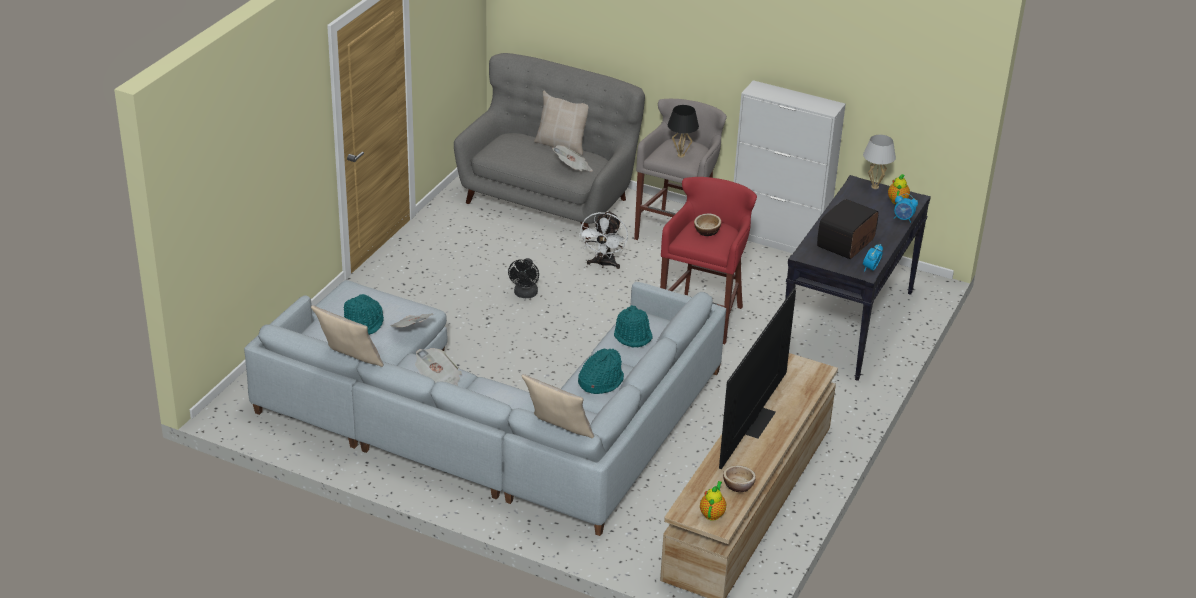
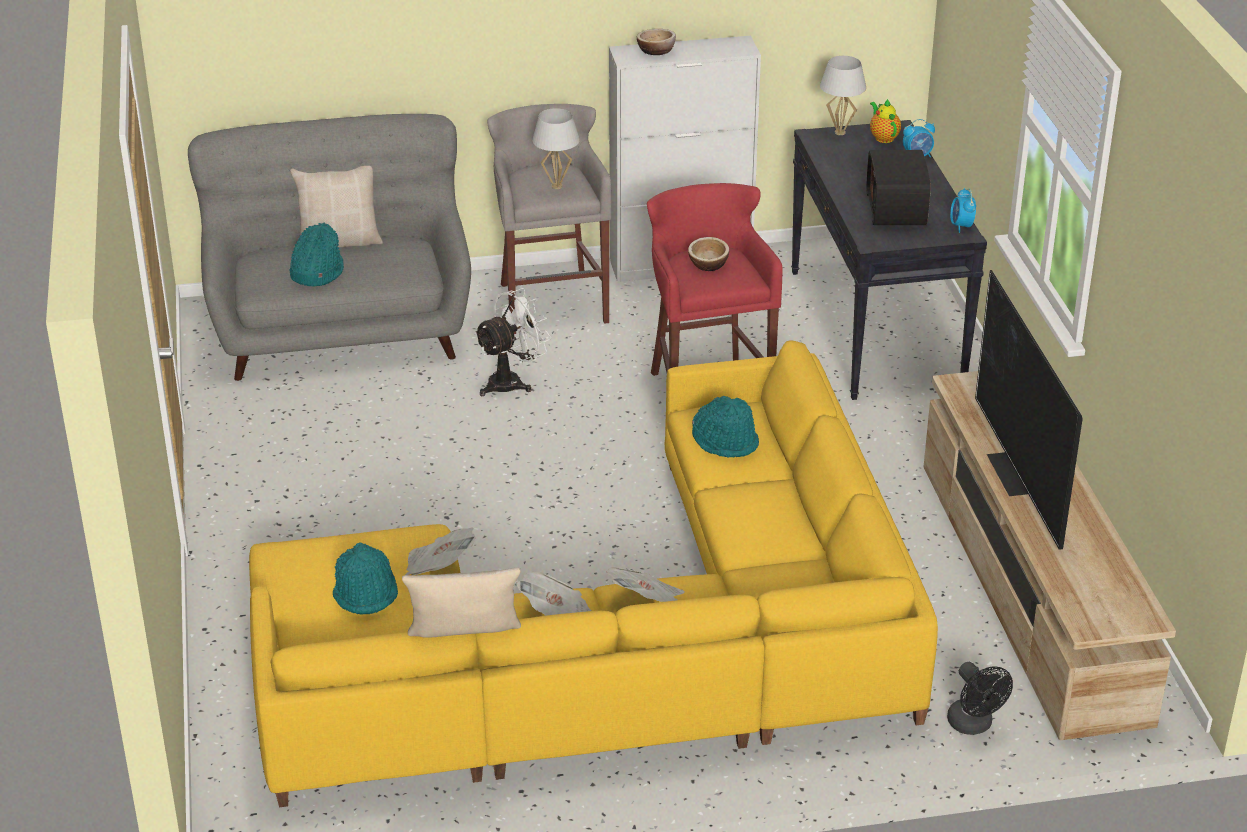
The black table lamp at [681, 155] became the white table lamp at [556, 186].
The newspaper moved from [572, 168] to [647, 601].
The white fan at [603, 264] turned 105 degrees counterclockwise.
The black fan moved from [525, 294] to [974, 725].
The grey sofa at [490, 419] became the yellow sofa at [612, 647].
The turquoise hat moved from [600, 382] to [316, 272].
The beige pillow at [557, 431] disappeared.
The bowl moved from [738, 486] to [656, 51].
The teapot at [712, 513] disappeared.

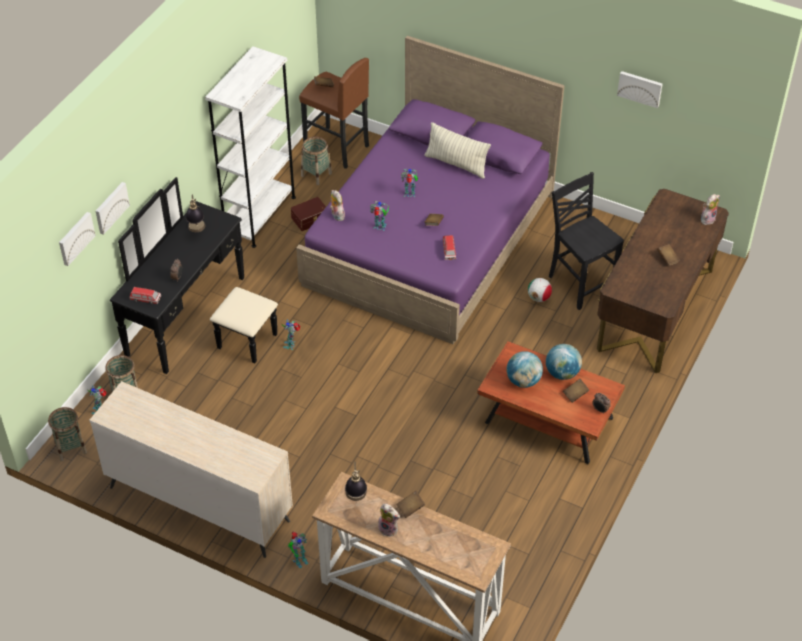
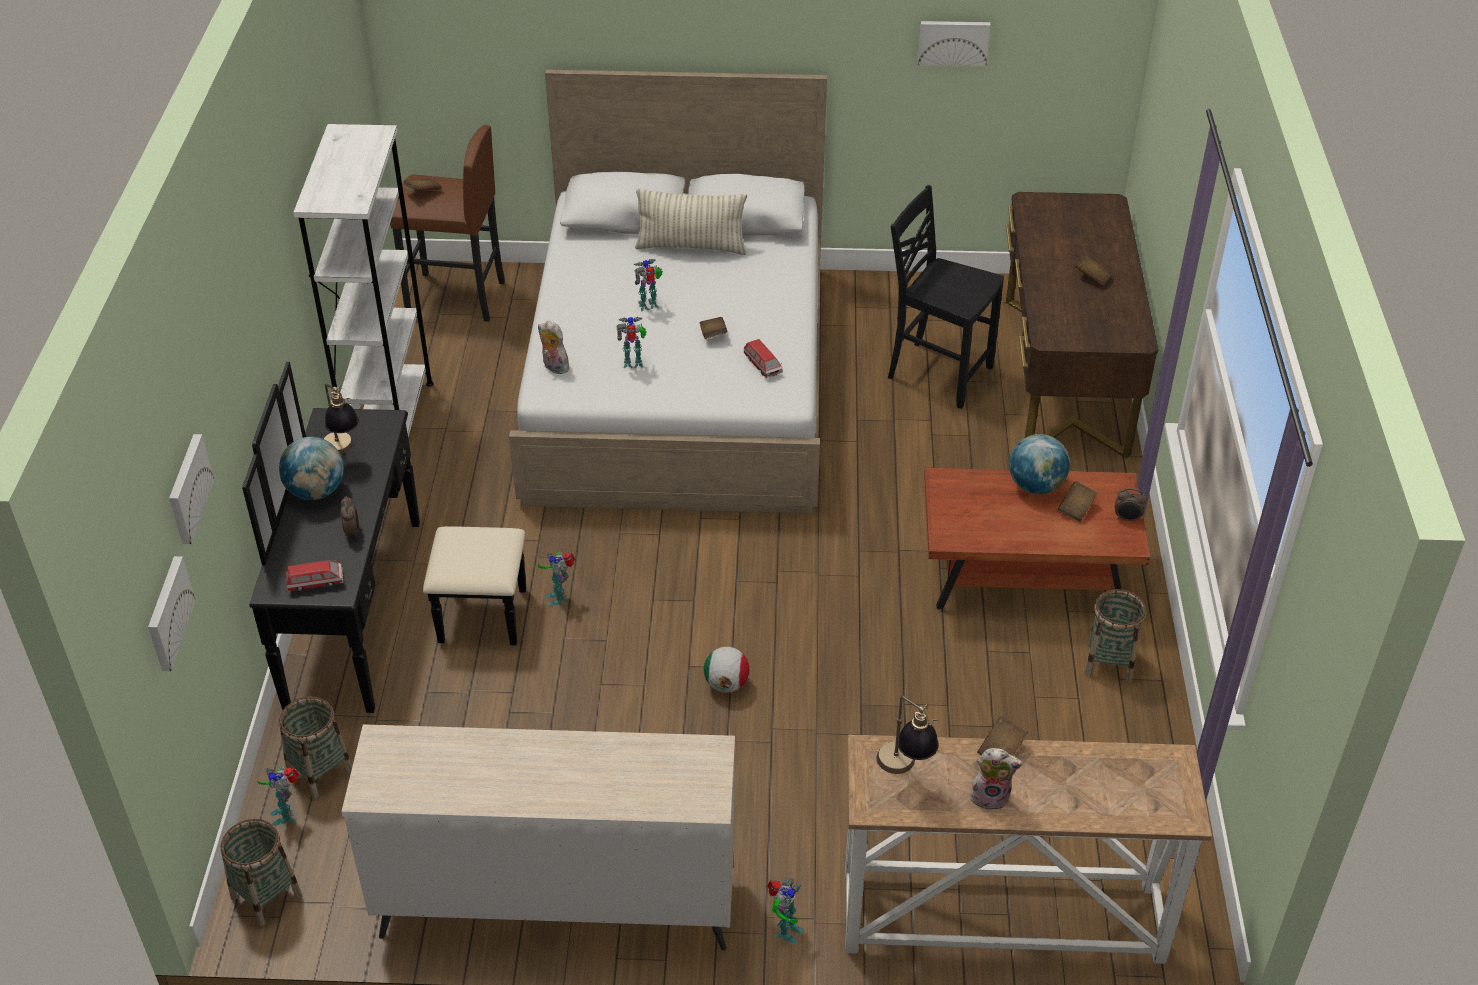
The purple bed at [430, 239] became the white bed at [680, 379].
The basket moved from [316, 174] to [1109, 662].
The picture moved from [111, 207] to [167, 613].
The plush toy at [707, 219] disappeared.
The brown storage box at [310, 219] disappeared.
The football moved from [539, 298] to [726, 684].
The globe moved from [523, 381] to [316, 491].

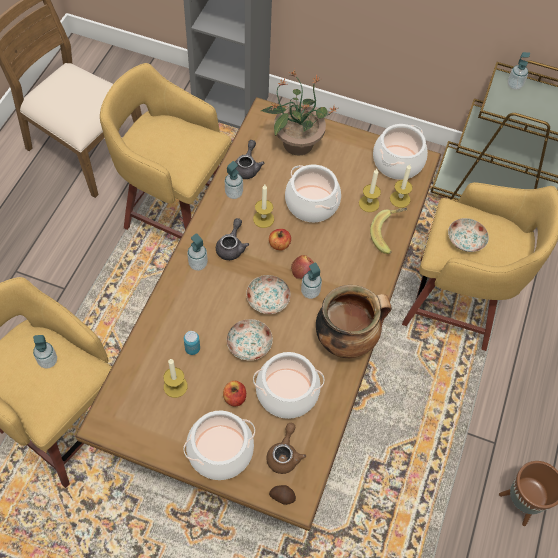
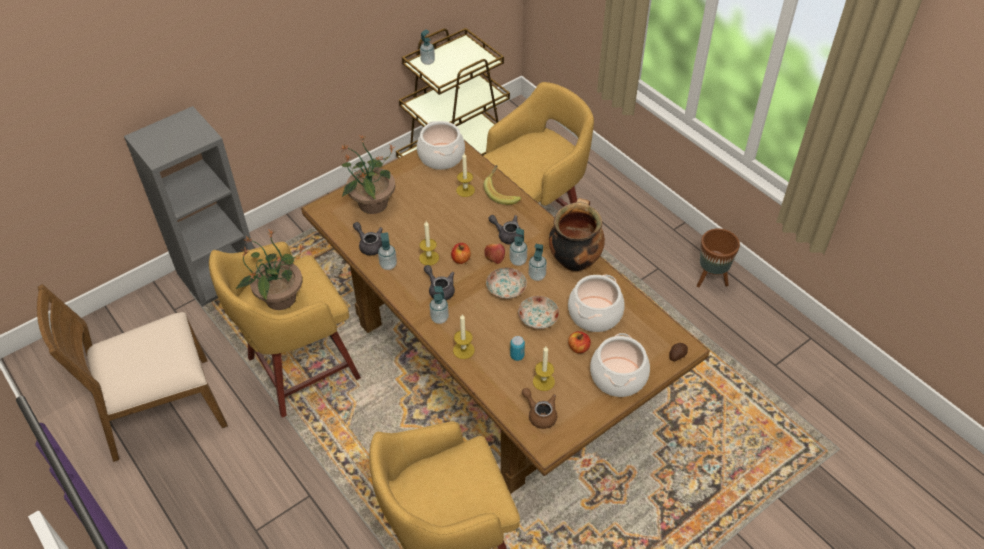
The candle moved from [400, 199] to [463, 350].
The cooking pot at [311, 203] disappeared.
The plate at [465, 240] disappeared.
The soap dispenser moved from [48, 361] to [537, 276].
The brown teapot moved from [284, 454] to [540, 414].
The grey teapot at [507, 235] appeared.
The potted plant at [279, 298] appeared.

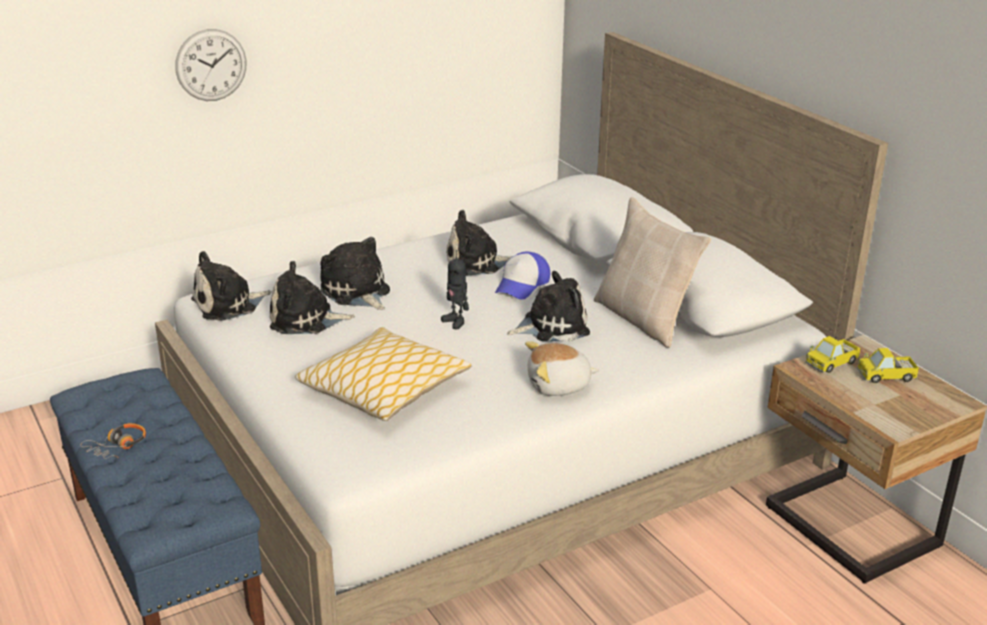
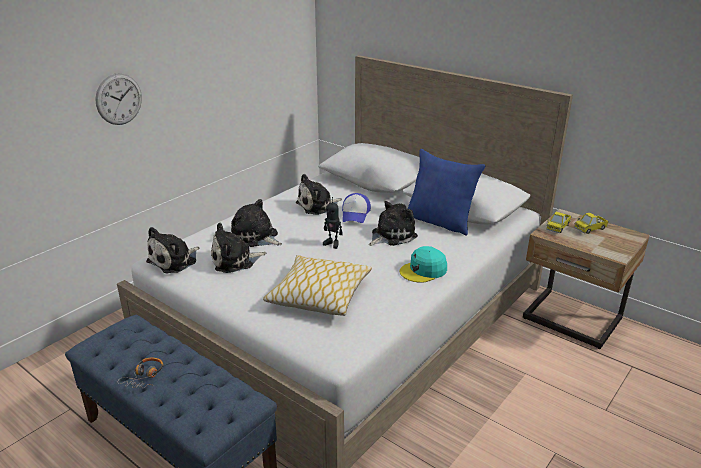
The beige pillow at [644, 319] became the blue pillow at [440, 221].
The plush toy at [559, 386] was replaced by the turquoise cap at [423, 270].

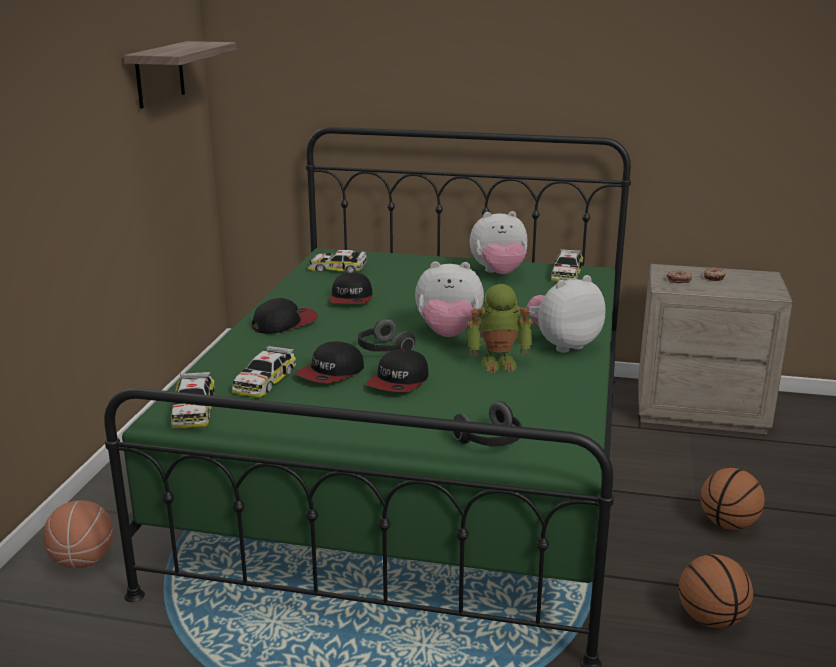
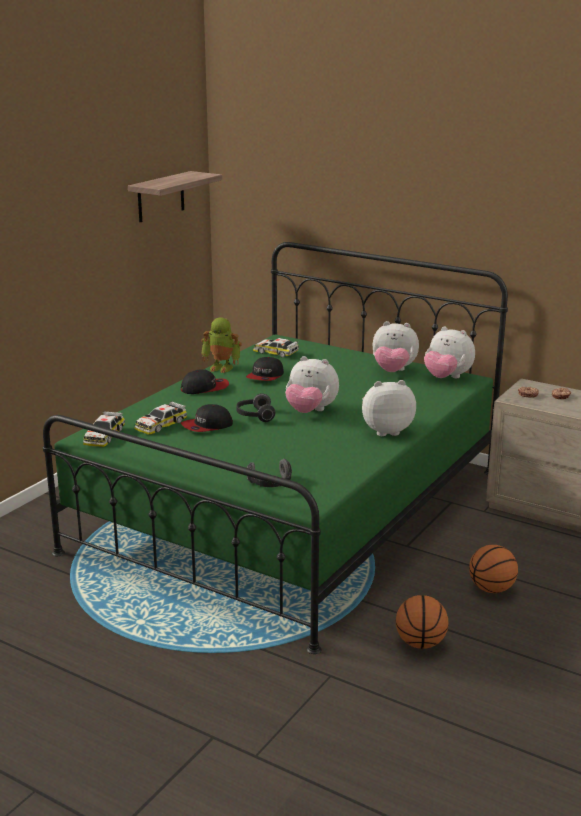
The toy car at [566, 273] was replaced by the plush toy at [447, 378].
The toy robot moved from [499, 363] to [222, 367].
The cap at [399, 382] disappeared.
The basketball at [82, 561] disappeared.

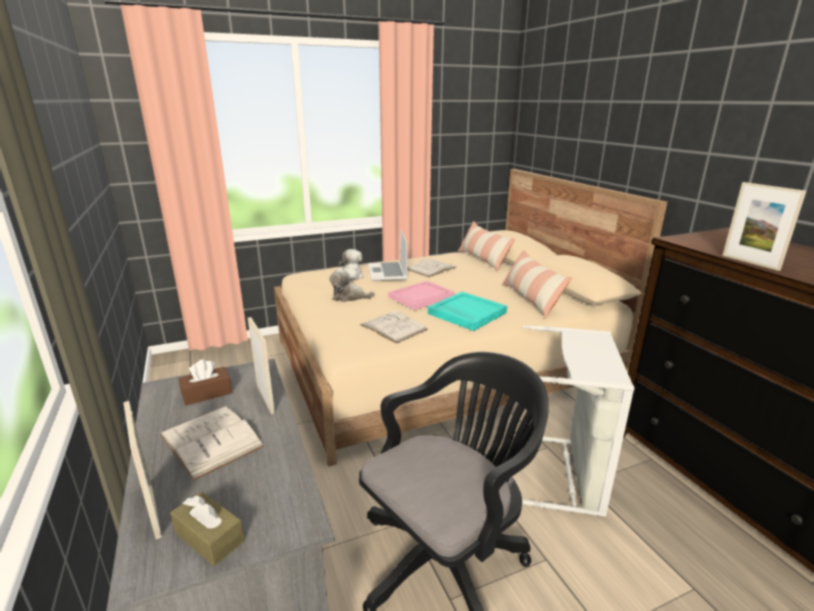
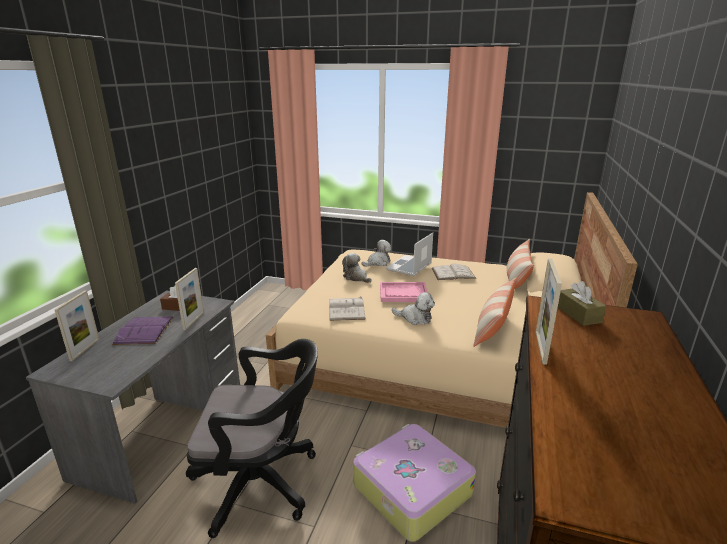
The turquoise tray at [466, 313] was replaced by the plush toy at [415, 318].
The grey laundry basket at [567, 474] was replaced by the suitcase at [410, 488].
The white book at [211, 440] became the purple book at [144, 330].
The brown tissue box moved from [209, 537] to [578, 314].

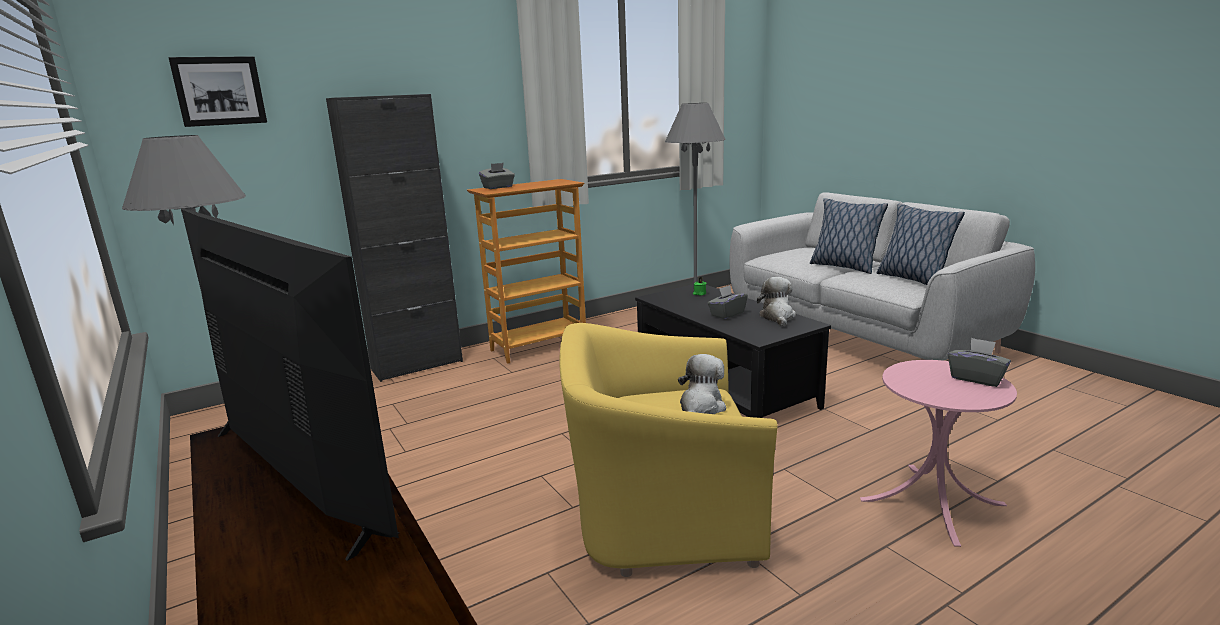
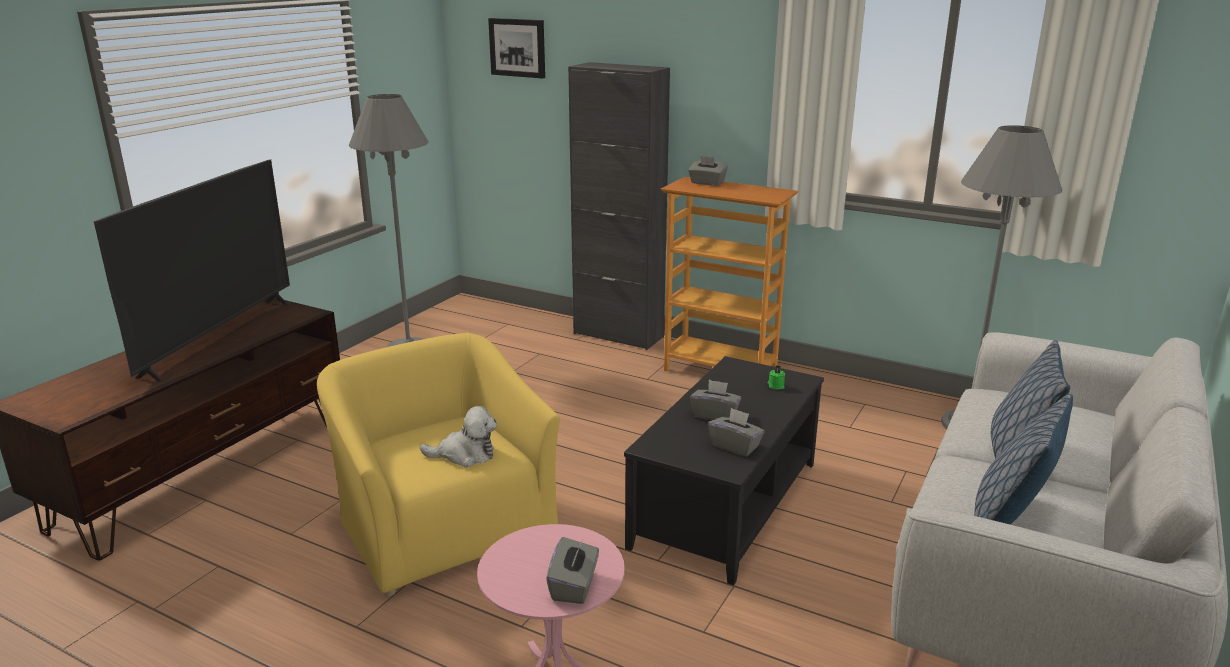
The plush toy at [777, 317] was replaced by the grey tissue box at [735, 446].

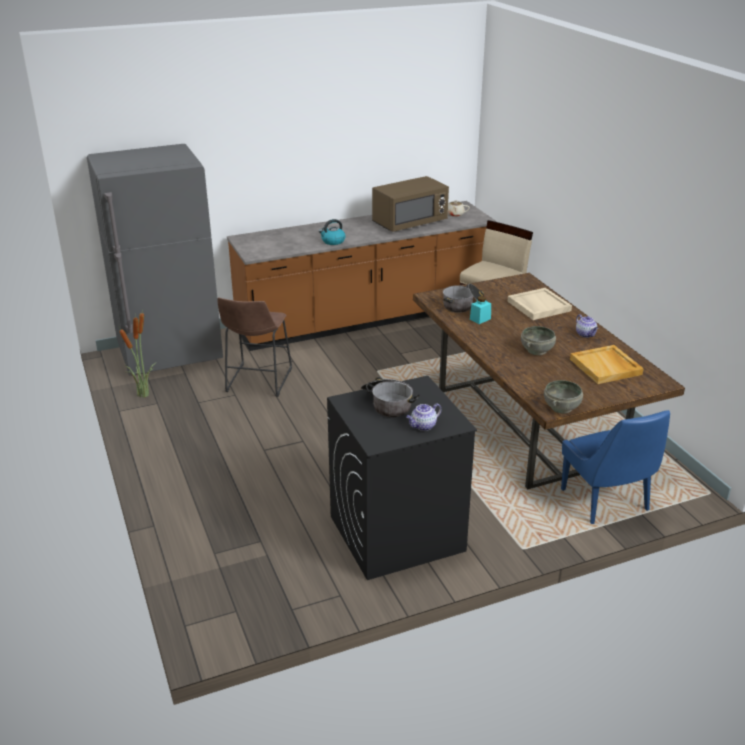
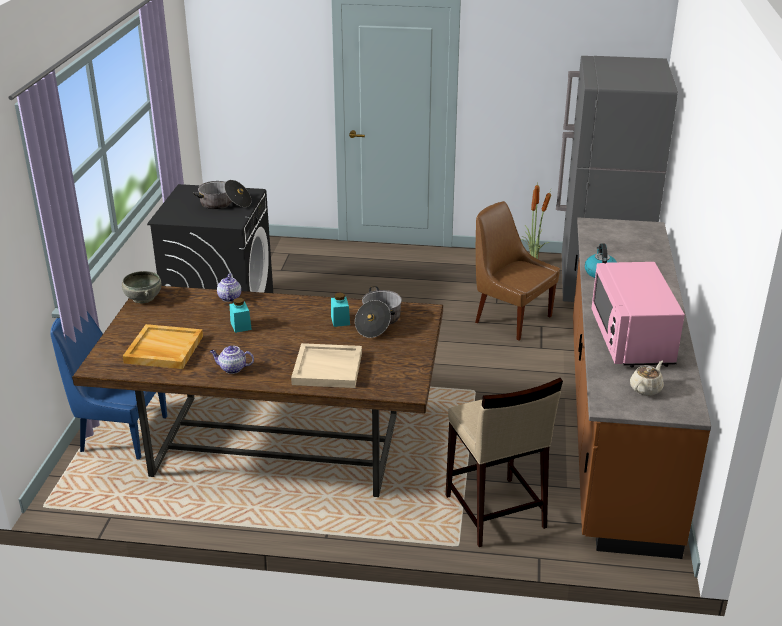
The brown microwave at [409, 223] became the pink microwave at [632, 340].
The brown stool at [257, 382] was replaced by the brown chair at [510, 318].
The grey bowl at [537, 350] was replaced by the turquoise jar at [241, 326].
The teapot moved from [423, 426] to [229, 297].

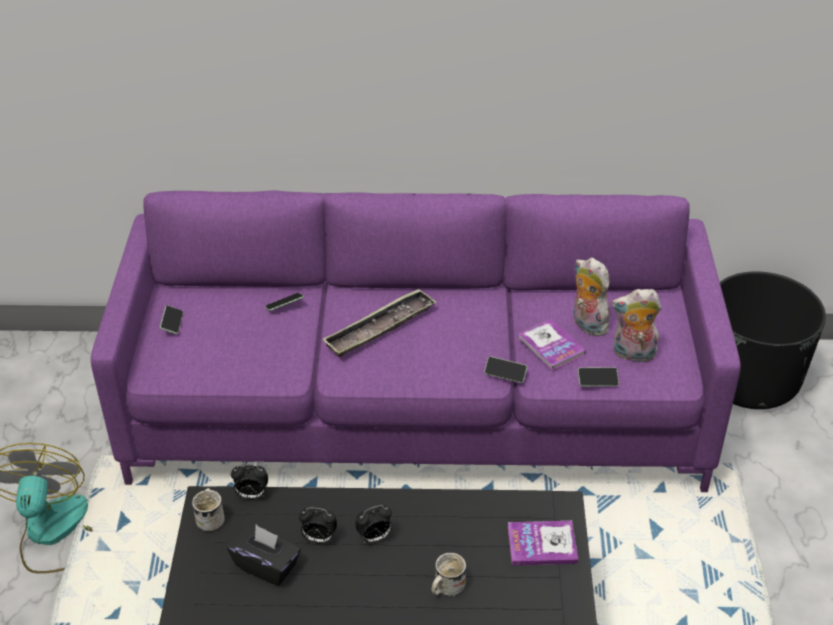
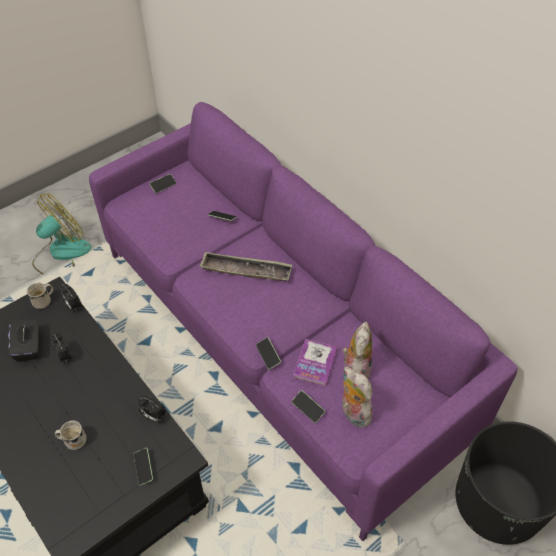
The alarm clock moved from [374, 538] to [153, 416].
The book at [542, 544] was replaced by the phone at [143, 468].

